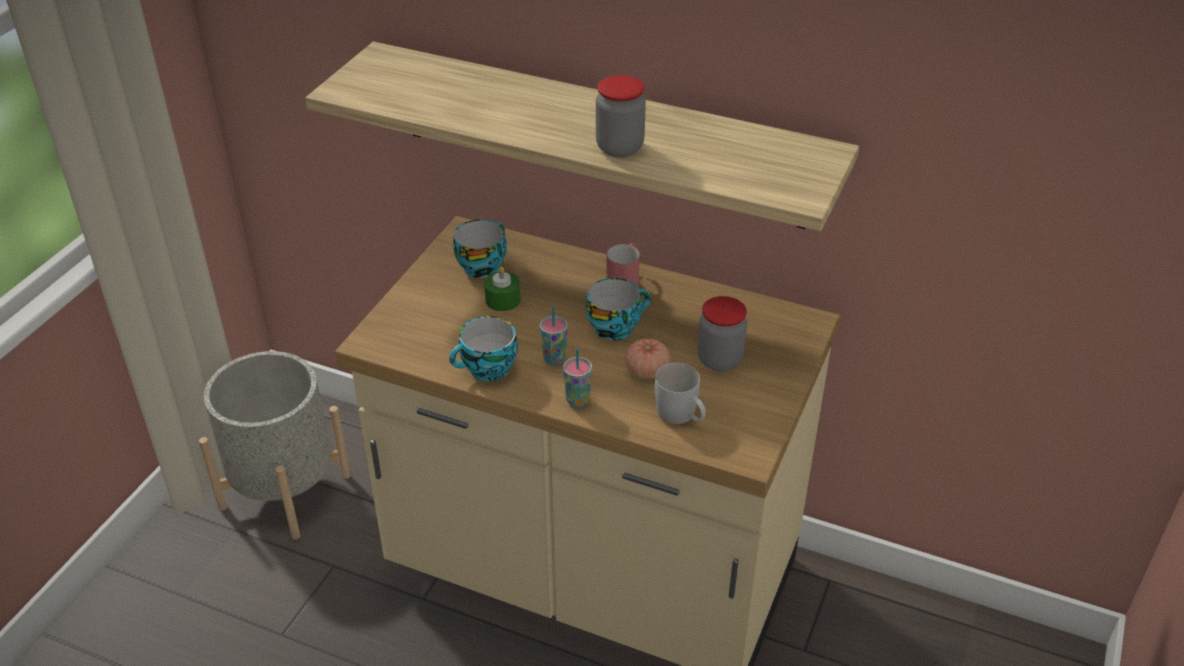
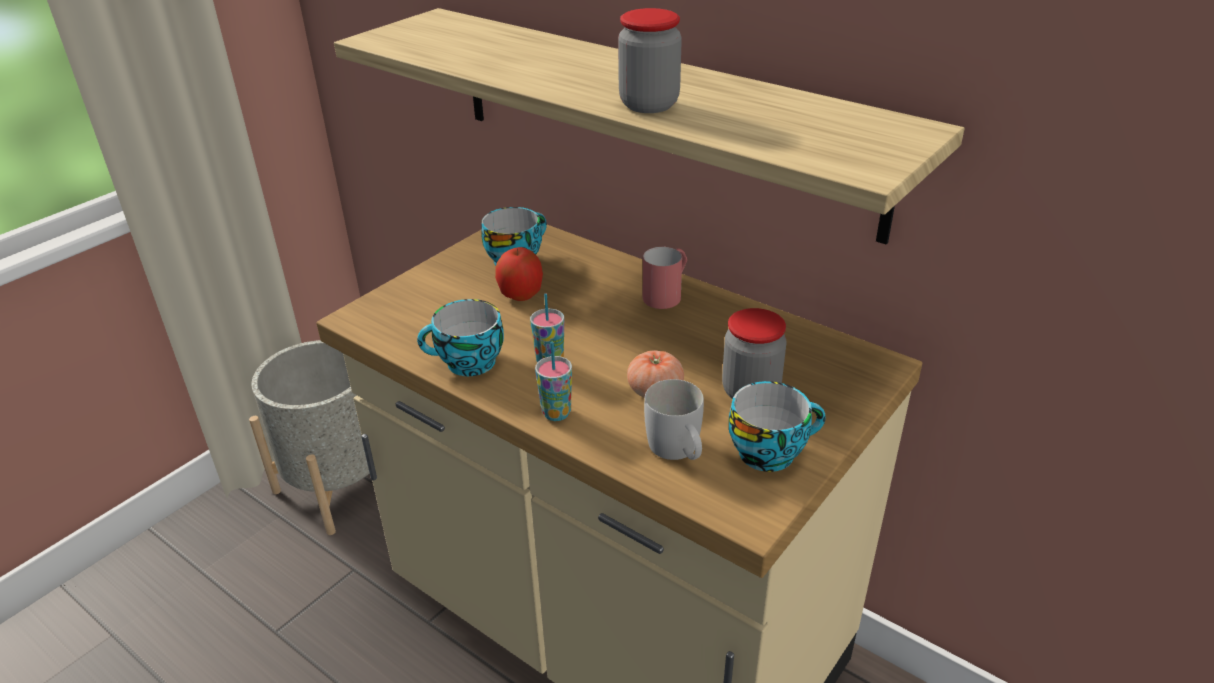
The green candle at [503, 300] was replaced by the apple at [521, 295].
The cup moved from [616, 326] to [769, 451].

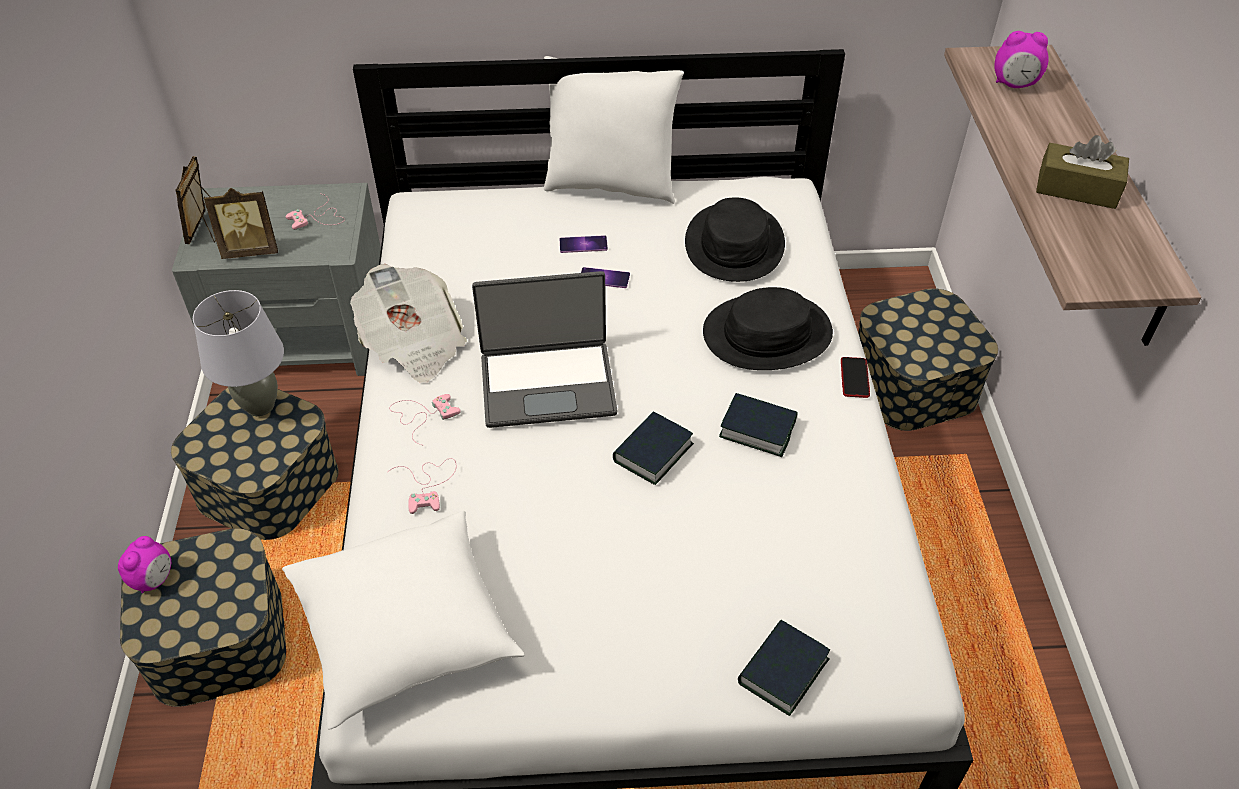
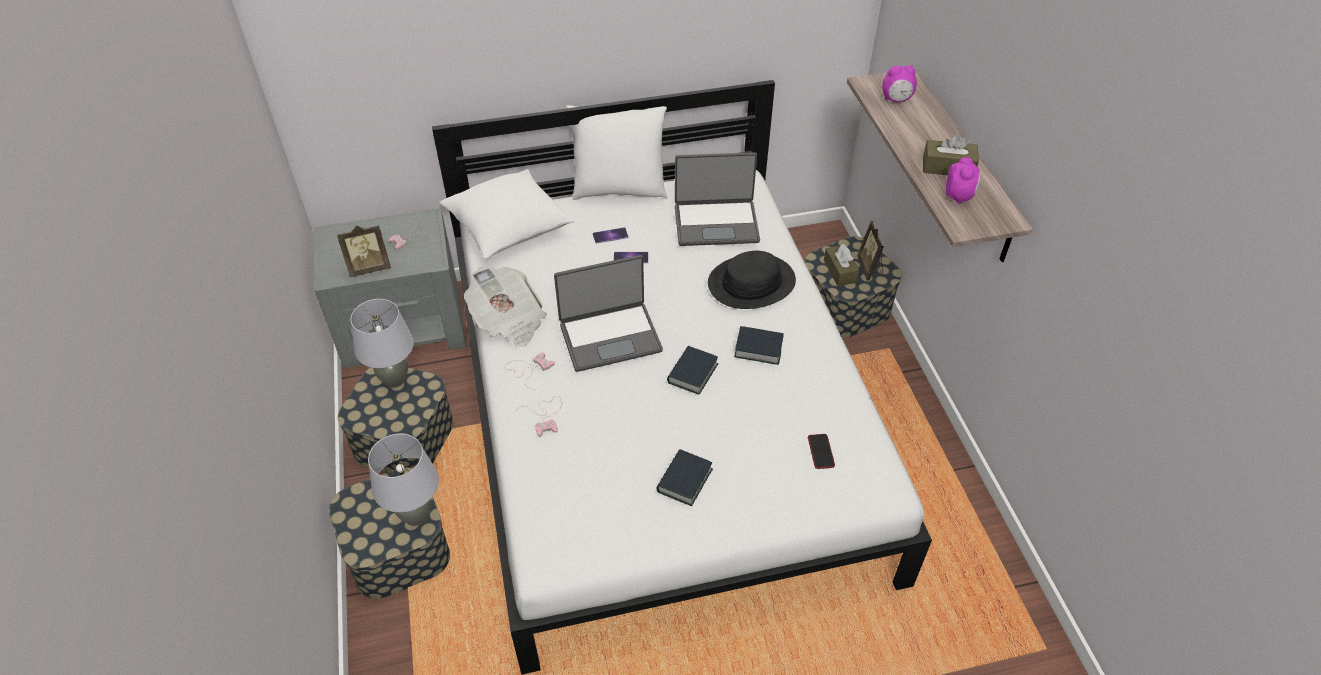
The picture frame moved from [207, 230] to [870, 268].
The black hat at [735, 244] was replaced by the laptop at [716, 223].
The phone moved from [854, 378] to [821, 452].
The white pillow moved from [406, 633] to [509, 228].
The alarm clock moved from [154, 579] to [958, 196].
The book moved from [782, 671] to [684, 480].
The brown tissue box at [840, 271] appeared.
The grey table lamp at [416, 516] appeared.

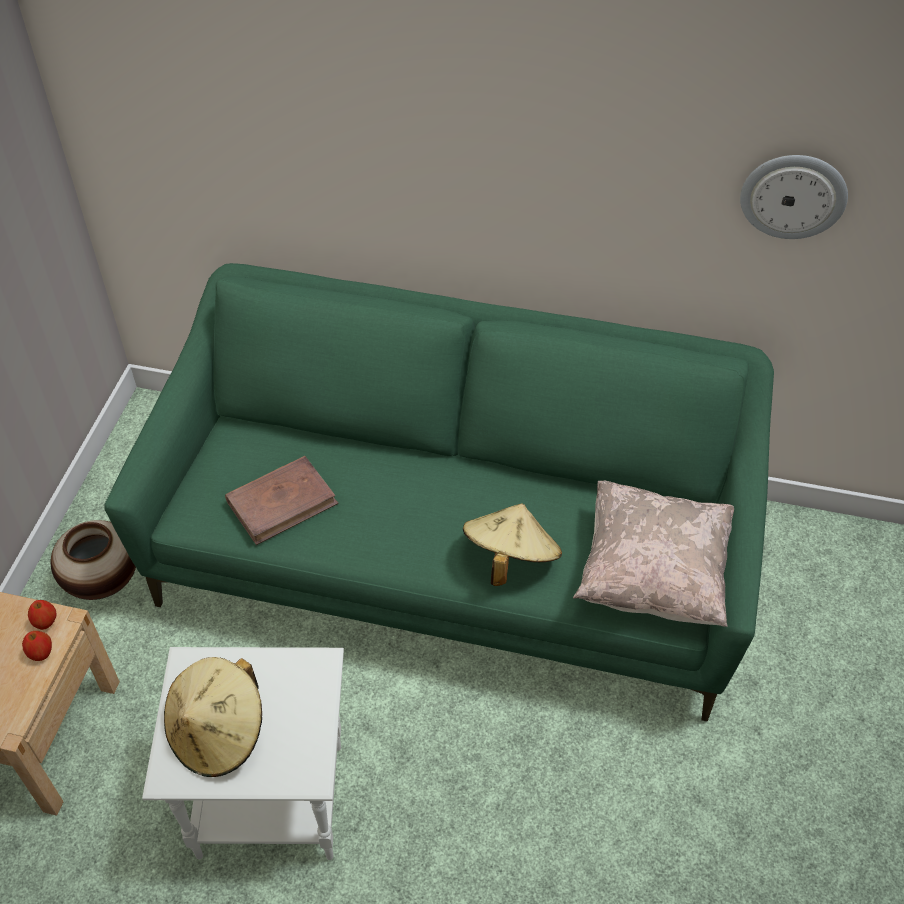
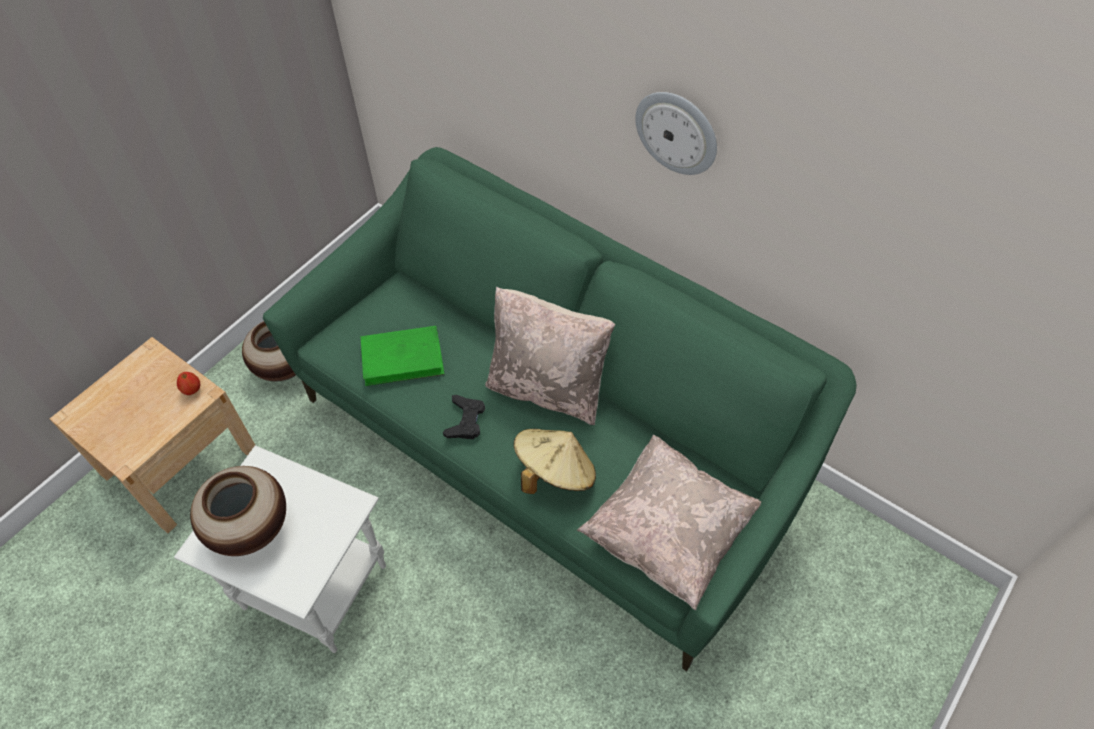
The wall clock moved from [793, 195] to [677, 132].
The brown book at [282, 502] became the green book at [403, 358].
The apple at [41, 653] disappeared.
The beige hat at [219, 732] was replaced by the vase at [251, 528].
The beige pillow at [548, 388] appeared.
The black game controller at [465, 420] appeared.

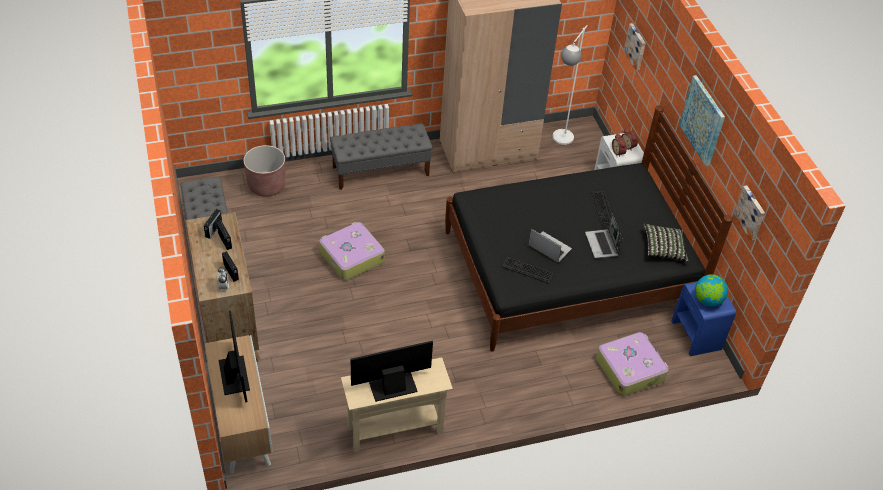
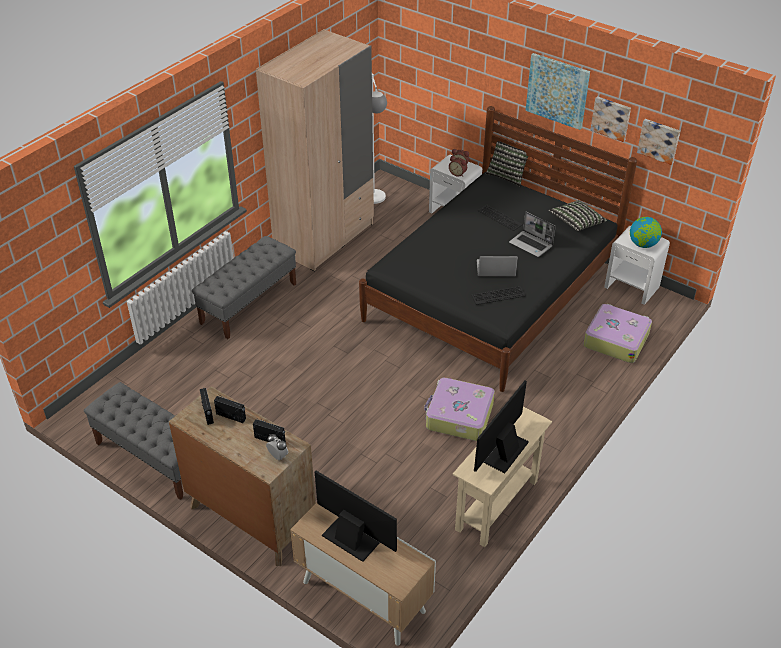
The picture moved from [636, 46] to [611, 118].
The brown planter at [267, 185] disappeared.
The suitcase moved from [351, 257] to [458, 416].
The blue nightstand at [696, 335] became the white nightstand at [632, 287].
The pillow at [507, 176] appeared.

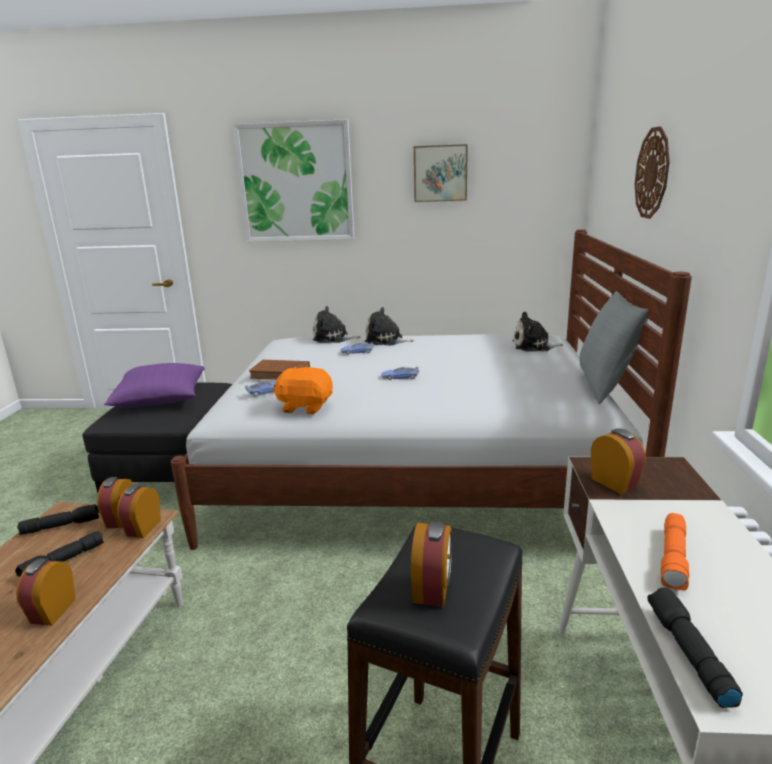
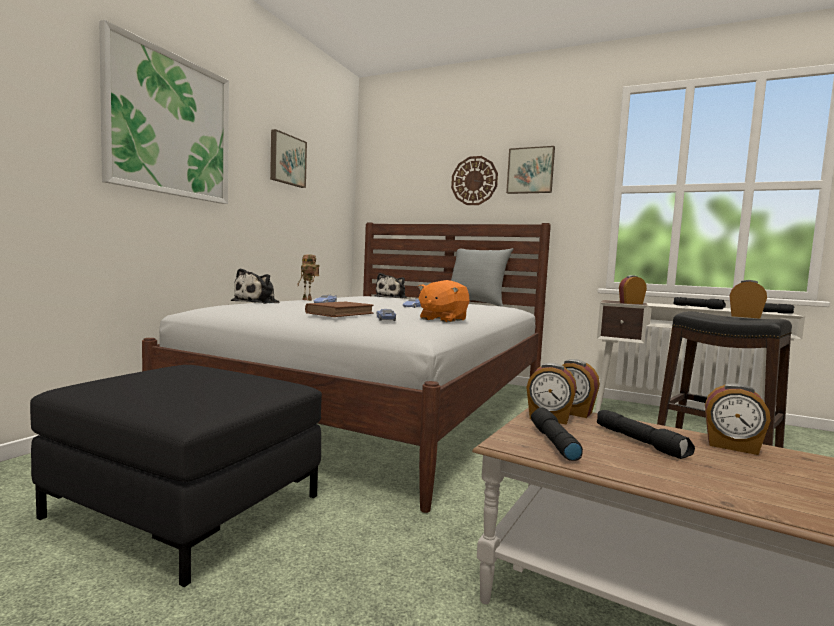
The plush toy at [386, 340] was replaced by the toy robot at [308, 300].
The purple pillow at [160, 399] disappeared.
The orange flashlight at [674, 559] became the black flashlight at [698, 307].
The picture at [530, 171] appeared.

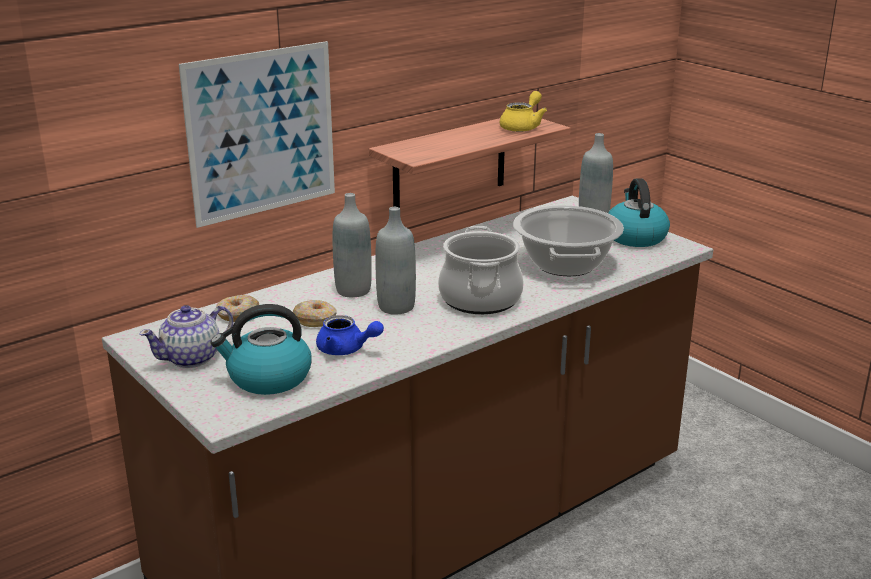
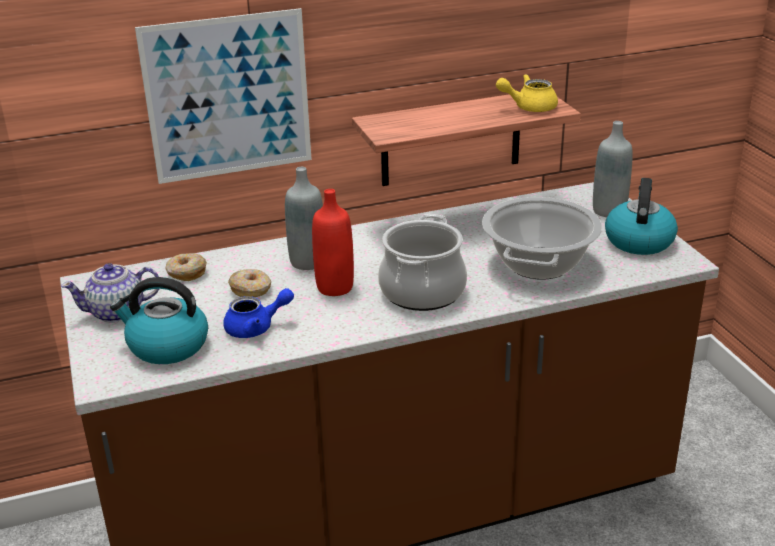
The yellow teapot at [523, 127] turned 150 degrees counterclockwise.
The grey bottle at [396, 307] became the red bottle at [335, 287].
The blue teapot at [346, 350] turned 60 degrees counterclockwise.

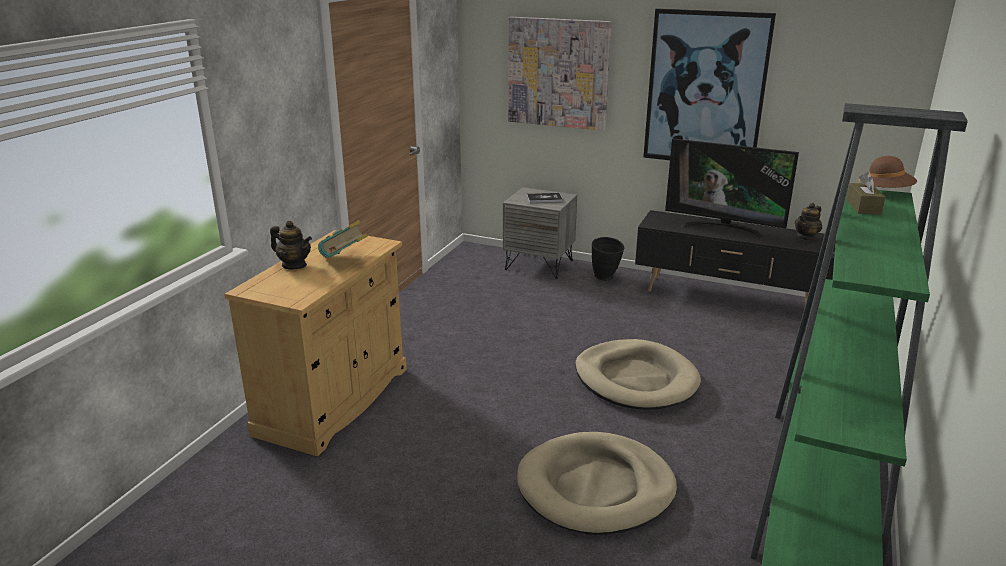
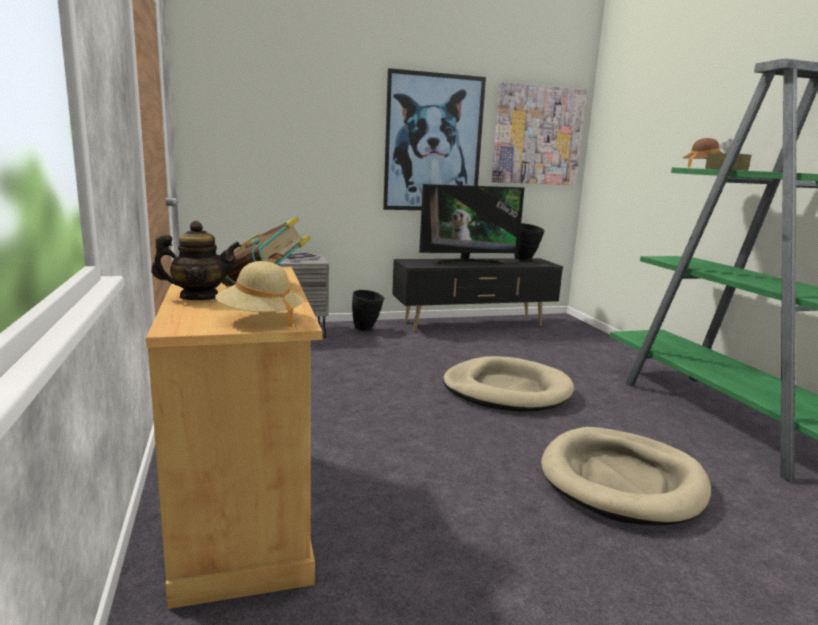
The picture moved from [558, 73] to [537, 135].
The teapot at [806, 237] was replaced by the black vase at [526, 261].
The beige hat at [260, 319] appeared.

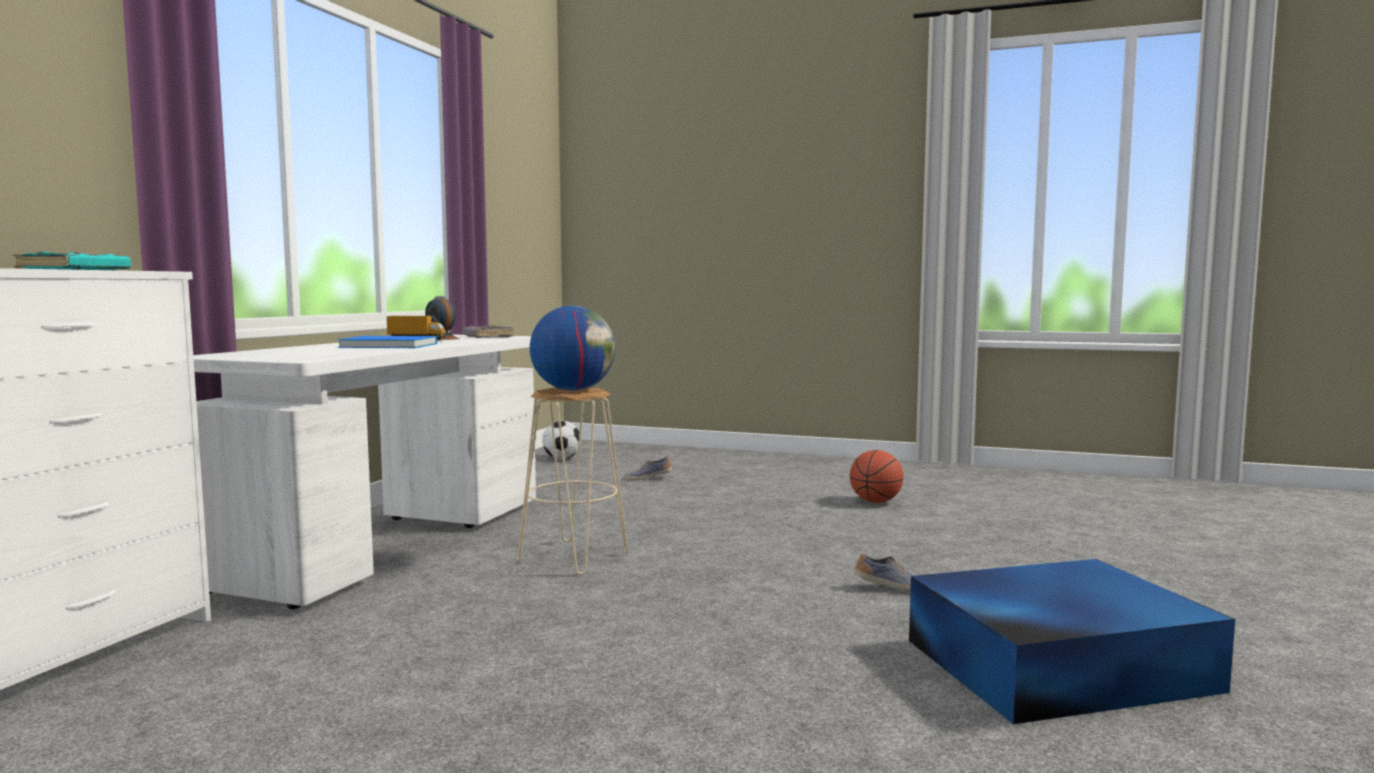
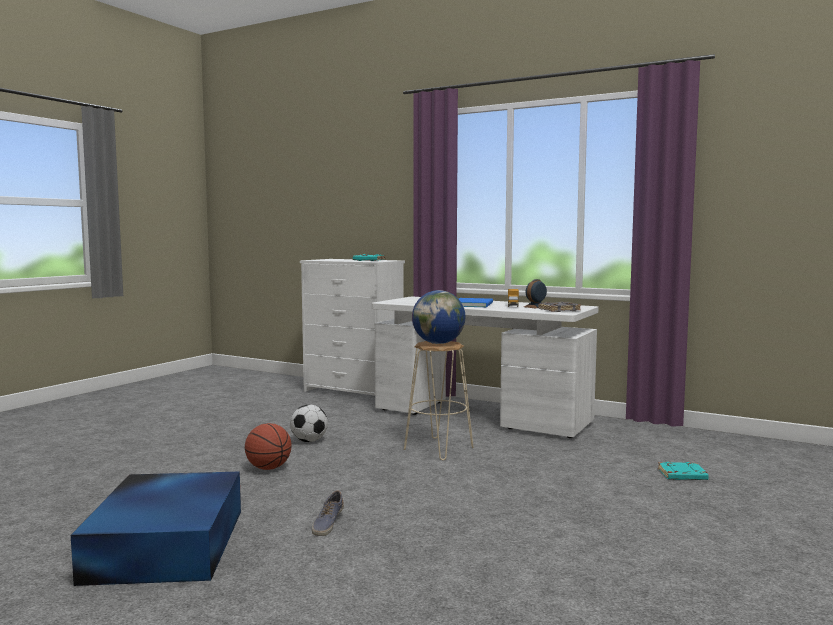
The football moved from [562, 458] to [309, 441].
The basketball moved from [875, 502] to [268, 468].
The shoe at [647, 478] was replaced by the turquoise book at [682, 475].

